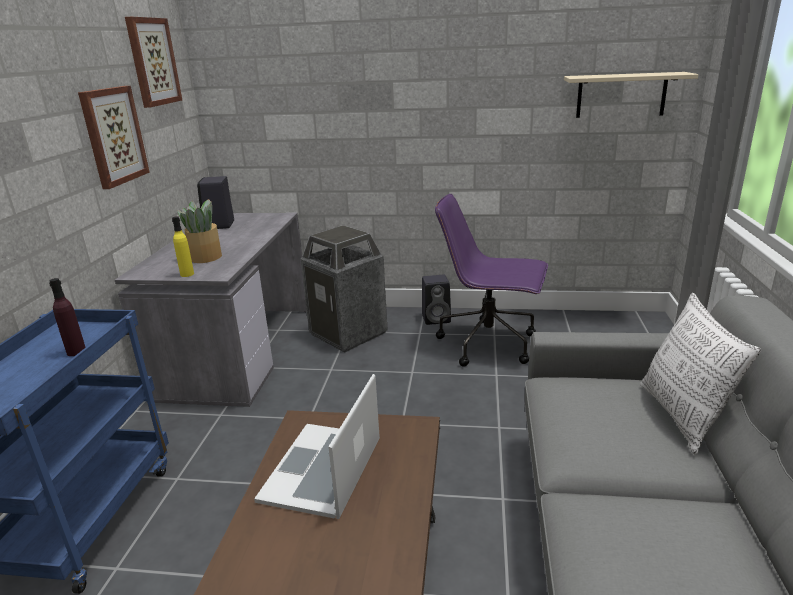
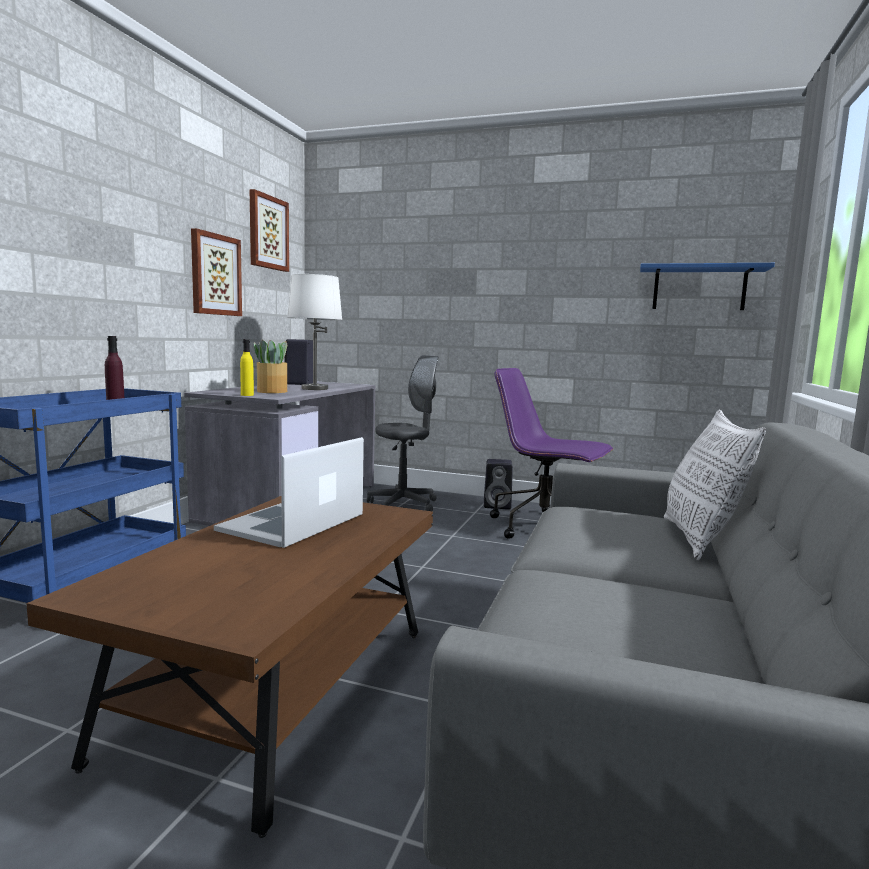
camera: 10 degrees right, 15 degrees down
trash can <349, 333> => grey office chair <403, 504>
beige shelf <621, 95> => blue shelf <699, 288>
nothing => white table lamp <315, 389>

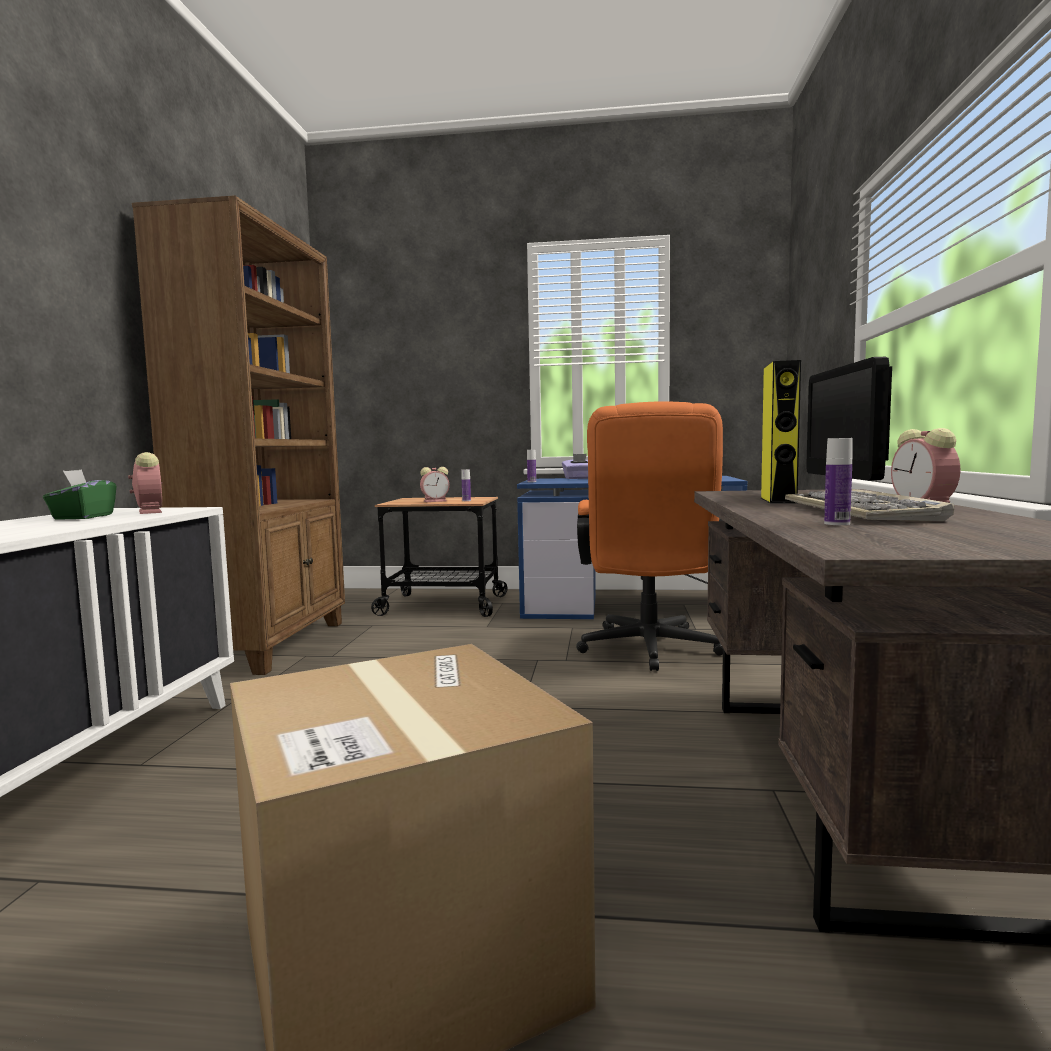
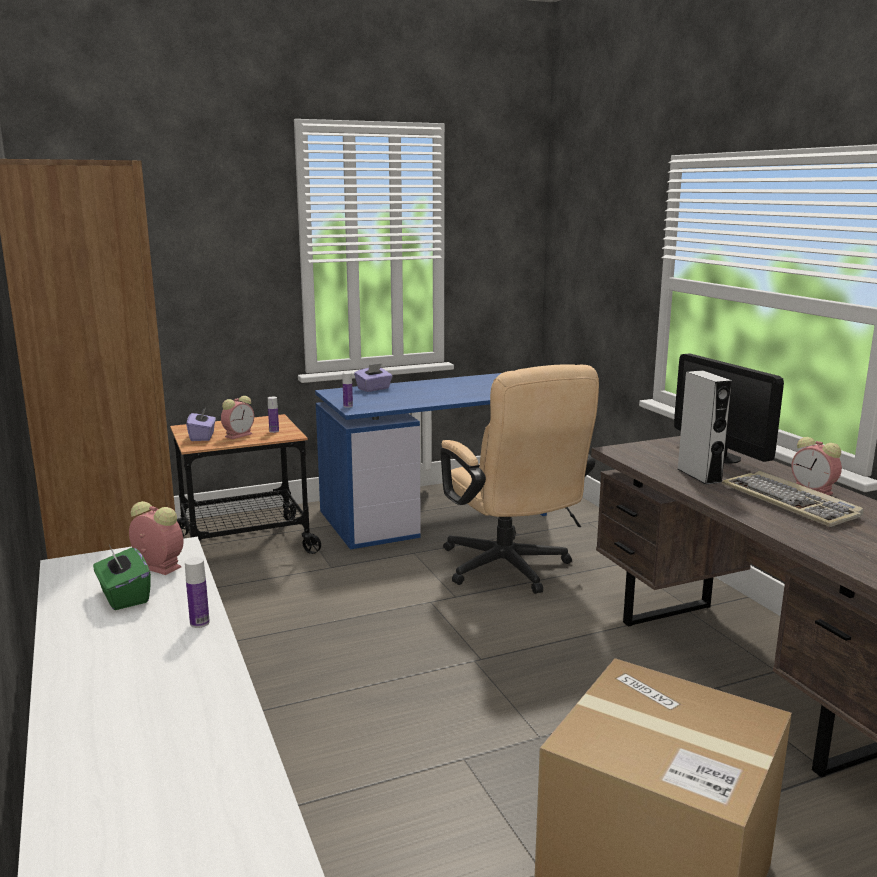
camera: 30 degrees left, 10 degrees up
orange office chair <649, 651> => beige office chair <510, 570>
yellow speaker <778, 500> => grey speaker <699, 475>
bottle <837, 524> => bottle <199, 623>, move
nothing => purple tissue box <202, 437>

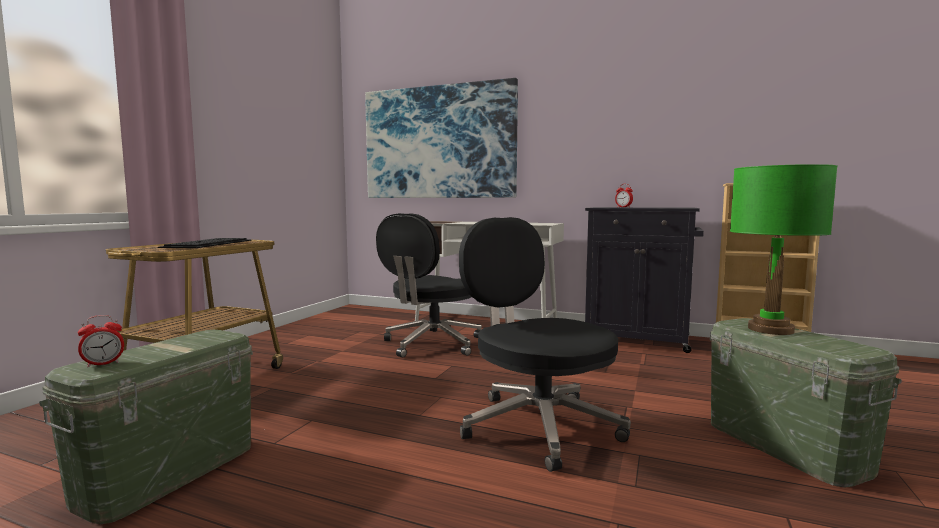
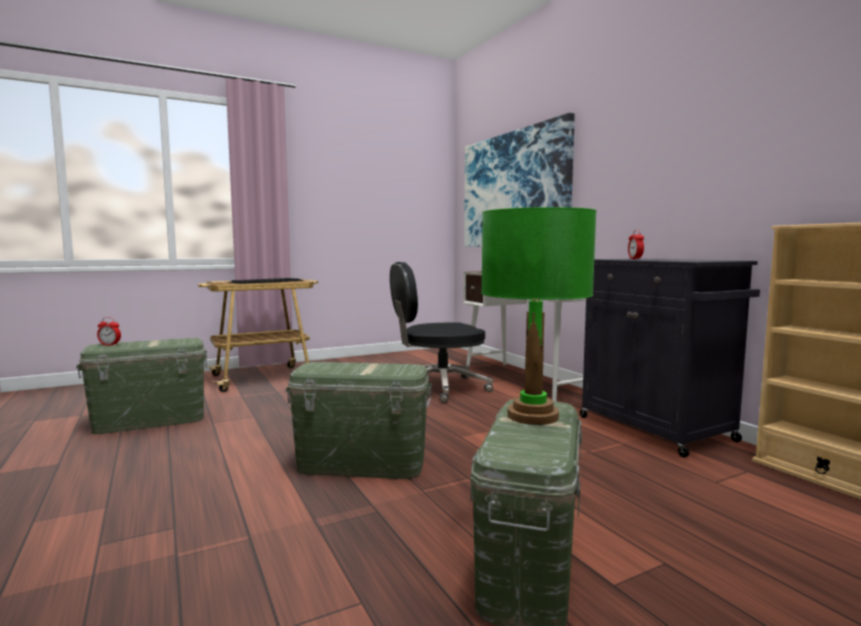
camera: 40 degrees right, 0 degrees up
black office chair <537, 425> => green storage box <362, 464>

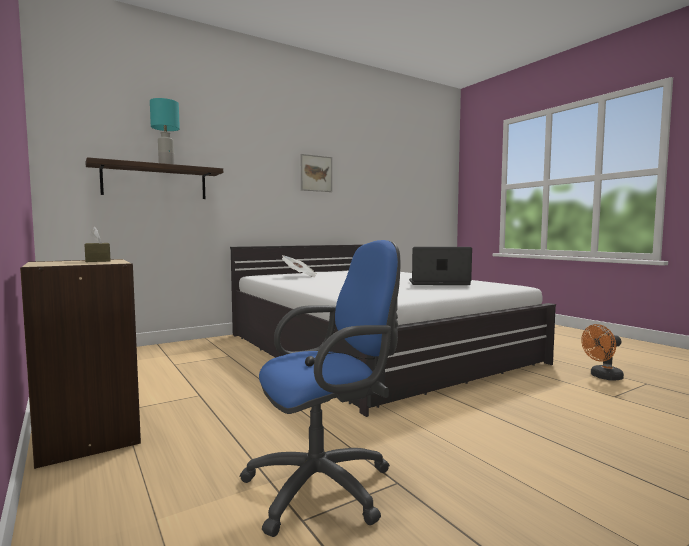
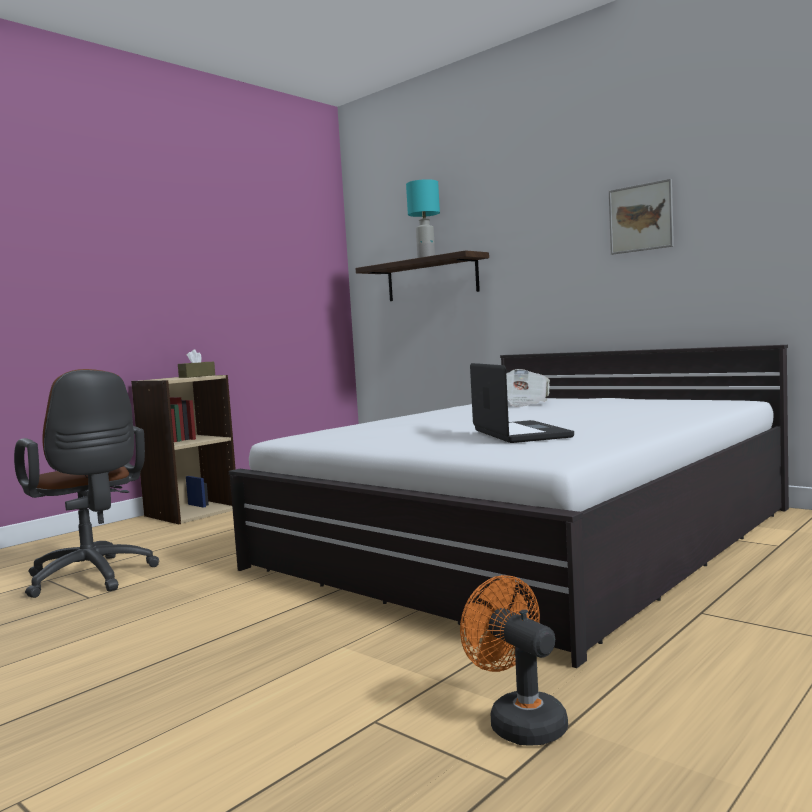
camera: 75 degrees right, 0 degrees up
blue office chair <327, 486> => brown office chair <92, 578>

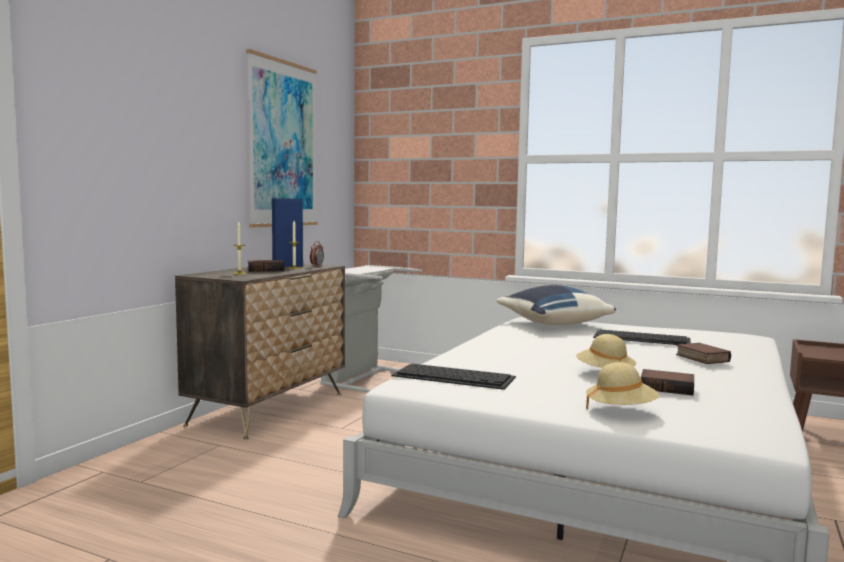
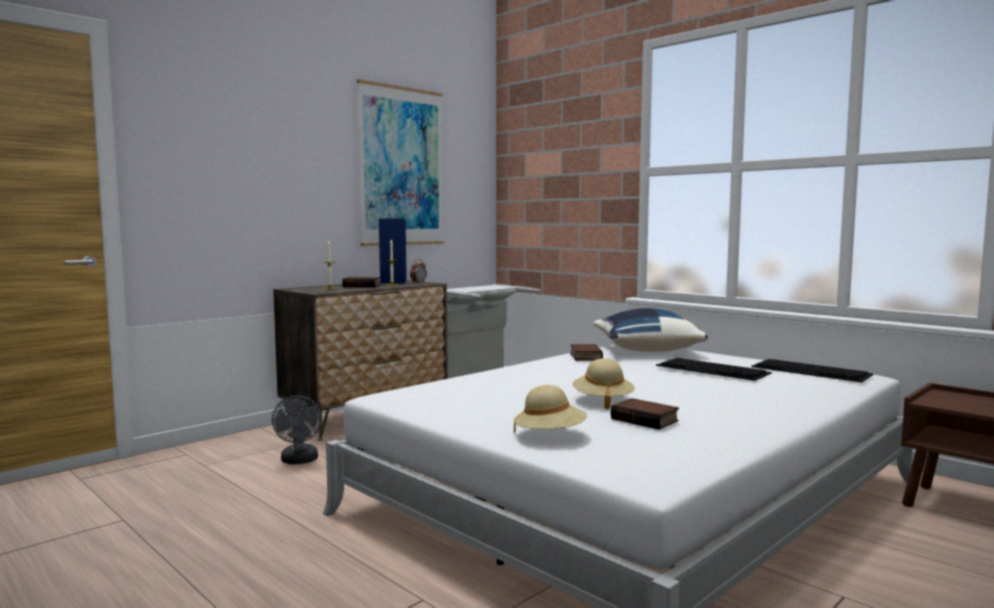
camera: 20 degrees right, 0 degrees up
keyboard <455, 376> => keyboard <812, 370>, move
book <700, 358> => book <584, 356>, move
nothing => grey fan <299, 461>

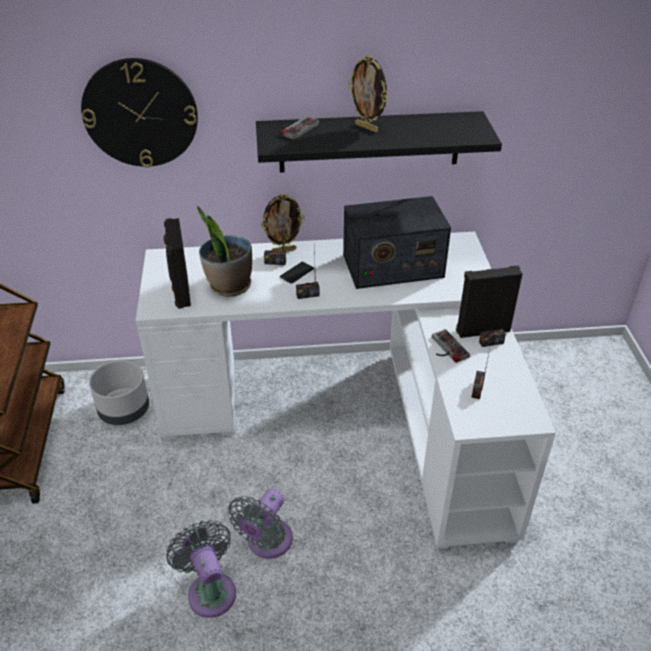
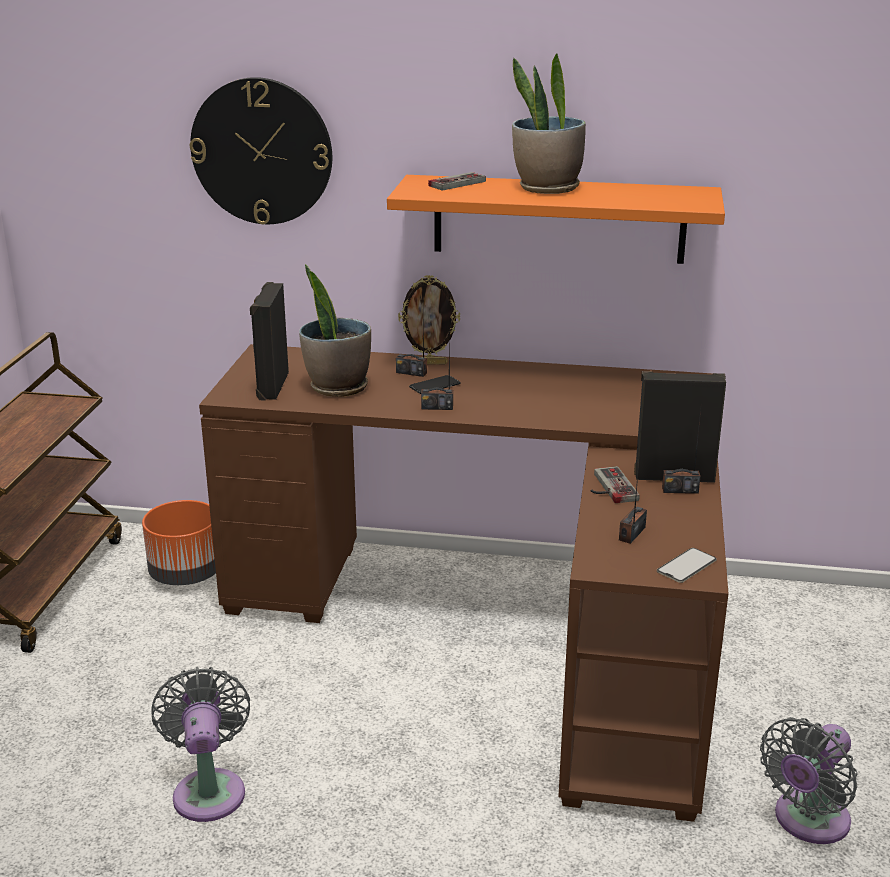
camera: 15 degrees right, 15 degrees down
grey planter <124, 411> => orange planter <185, 575>
white desk <353, 415> => brown desk <503, 628>
grey fan <267, 543> => grey fan <807, 822>, move
black shelf <369, 142> => orange shelf <558, 219>
radio <392, 266> => nothing
picture frame <367, 128> => potted plant <547, 188>
nothing => phone <686, 565>

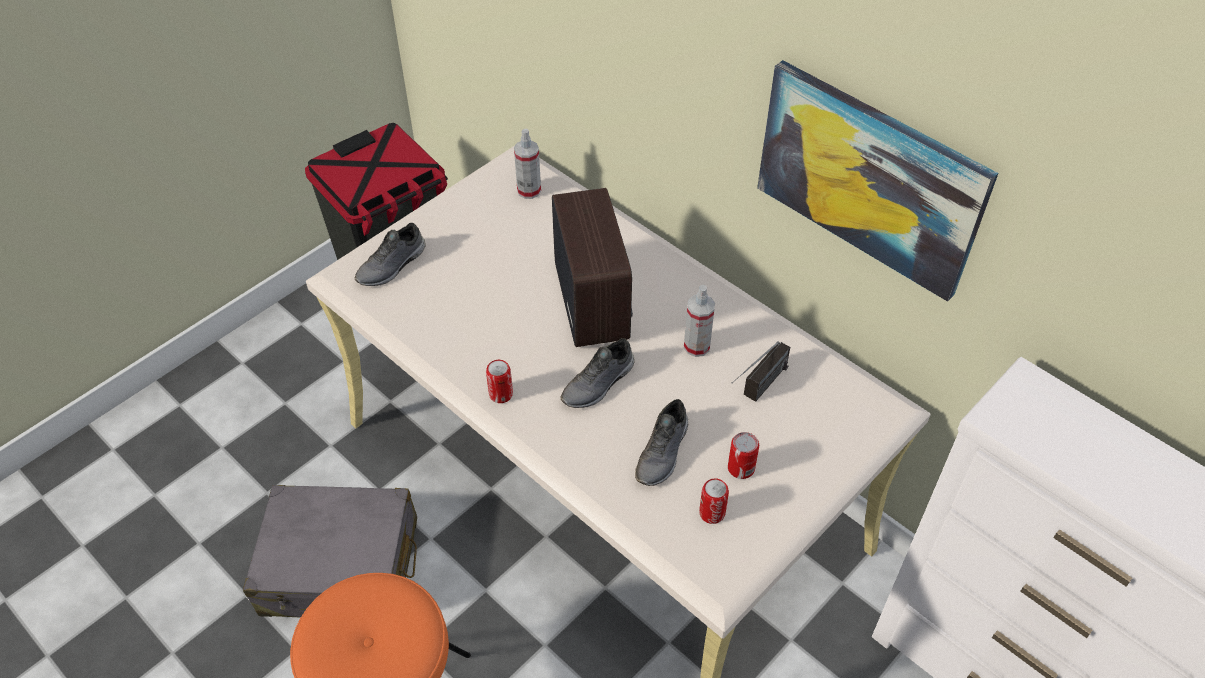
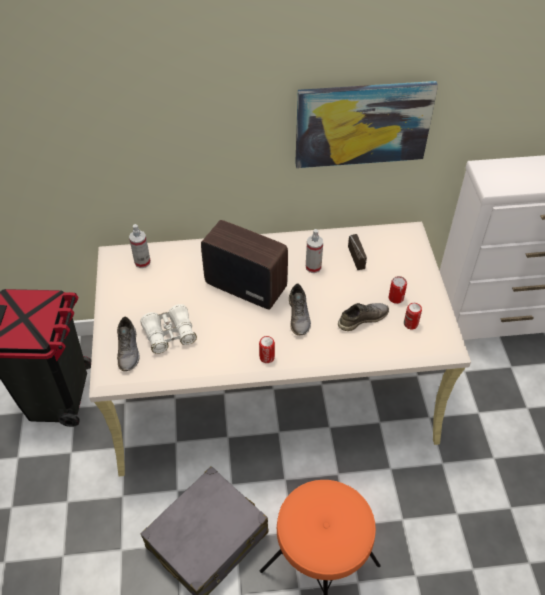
camera: 50 degrees left, 0 degrees up
grey shoe <663, 452> => grey shoe <362, 319>, 90 degrees counterclockwise
nothing => white binoculars <169, 334>

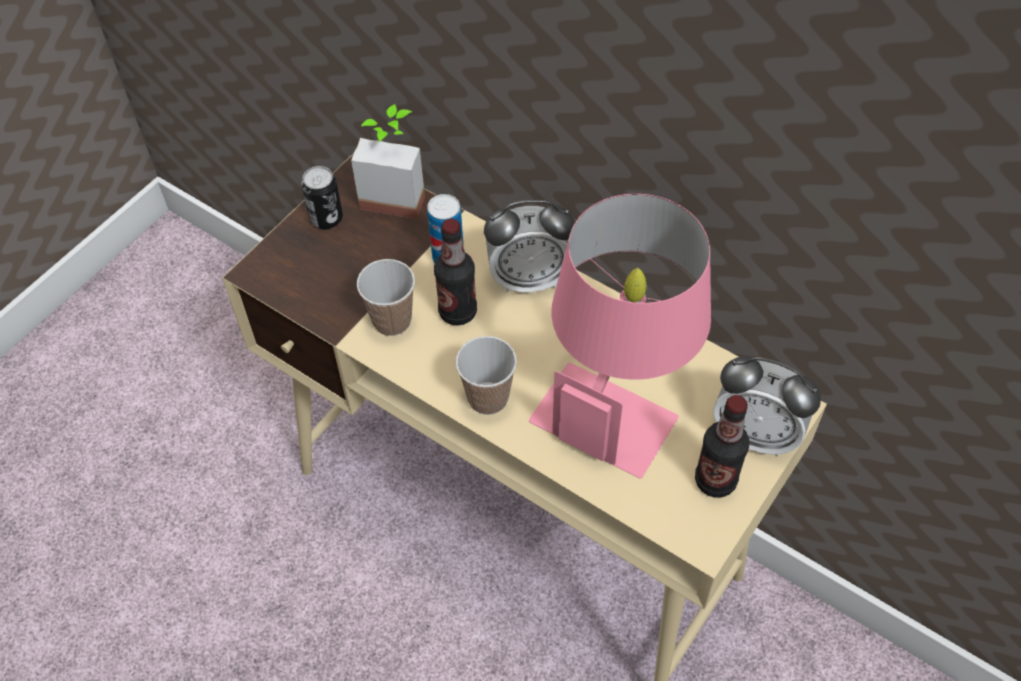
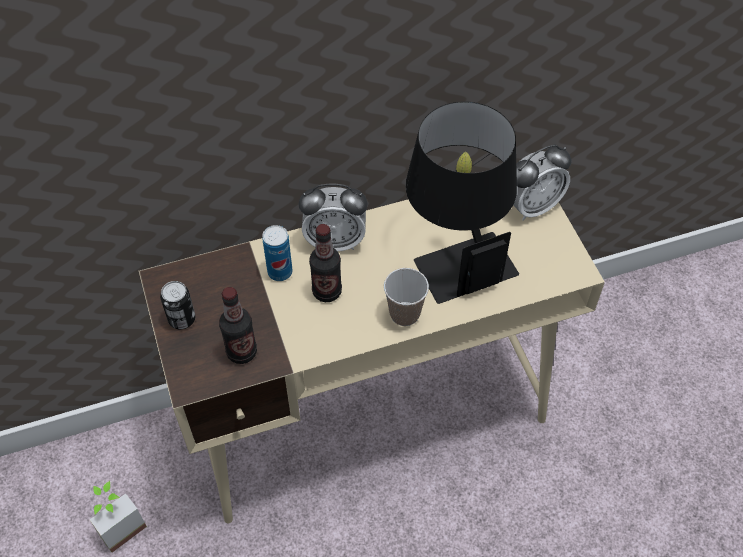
camera: 55 degrees left, 0 degrees up
potted plant <396, 193> => potted plant <119, 525>, move
cup <392, 321> => nothing
alarm clock <529, 278> => alarm clock <335, 241>, 60 degrees clockwise
pink table lamp <616, 397> => black table lamp <456, 252>
bottle <715, 480> => bottle <242, 352>, move

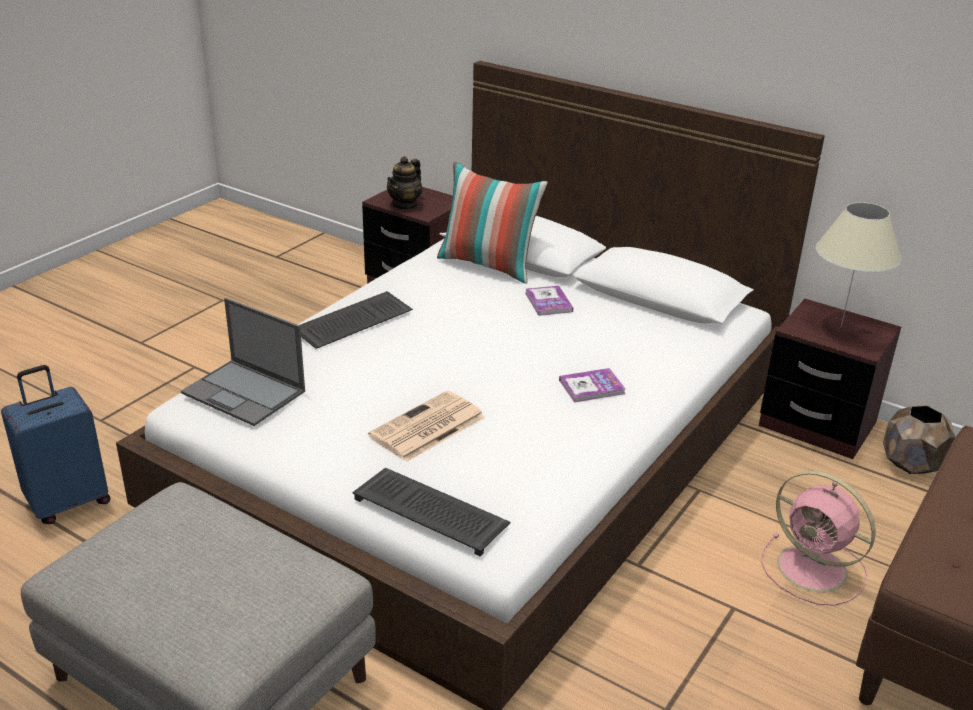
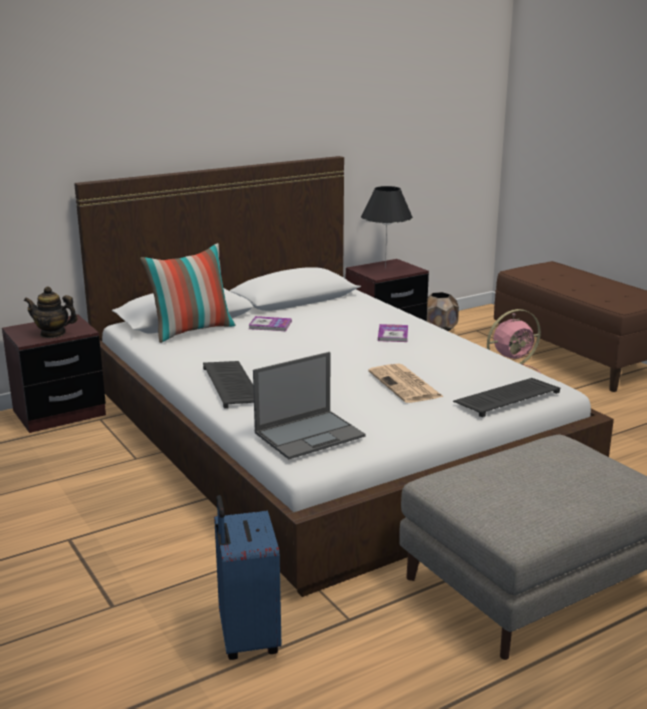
camera: 65 degrees left, 10 degrees down
teapot <405, 205> => teapot <53, 334>, 135 degrees clockwise
beige table lamp <841, 326> => black table lamp <385, 268>

